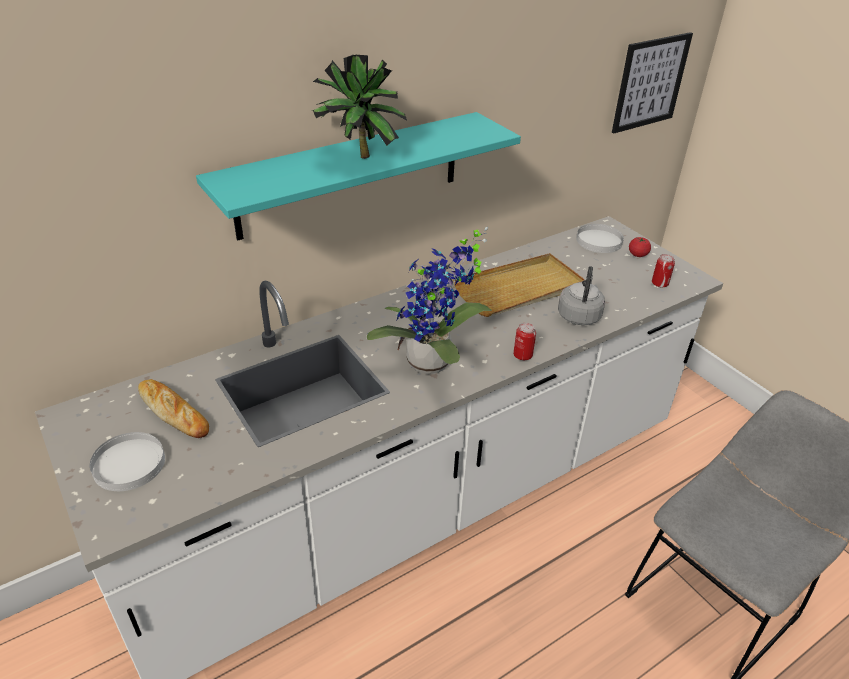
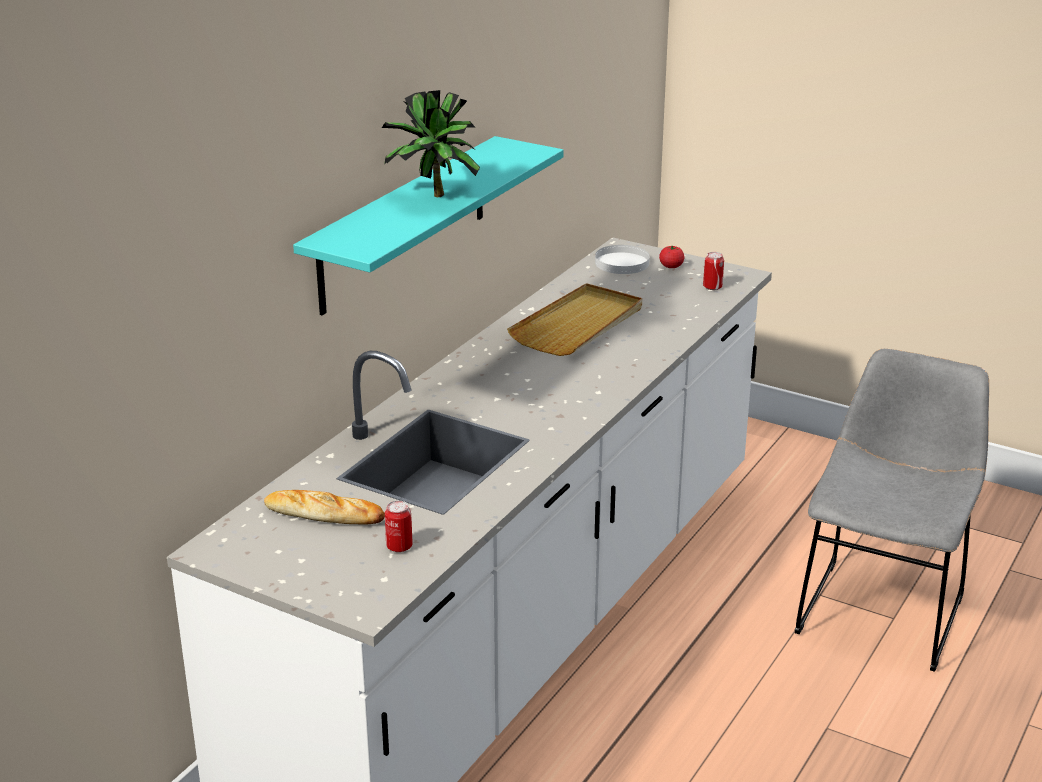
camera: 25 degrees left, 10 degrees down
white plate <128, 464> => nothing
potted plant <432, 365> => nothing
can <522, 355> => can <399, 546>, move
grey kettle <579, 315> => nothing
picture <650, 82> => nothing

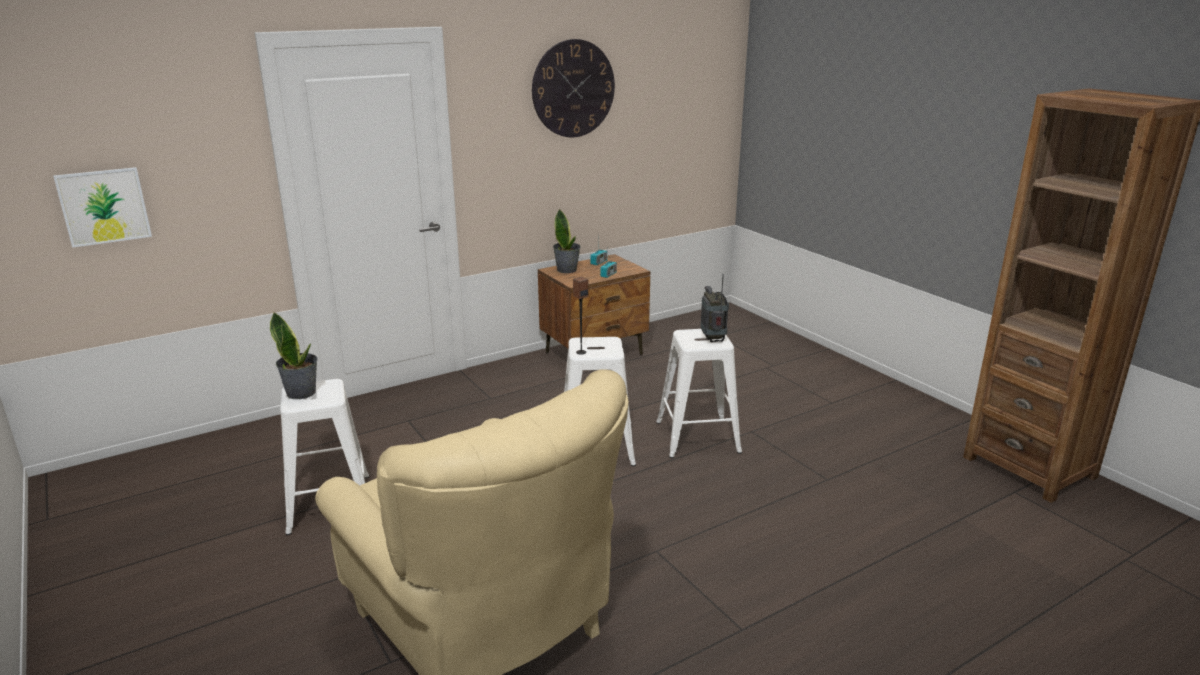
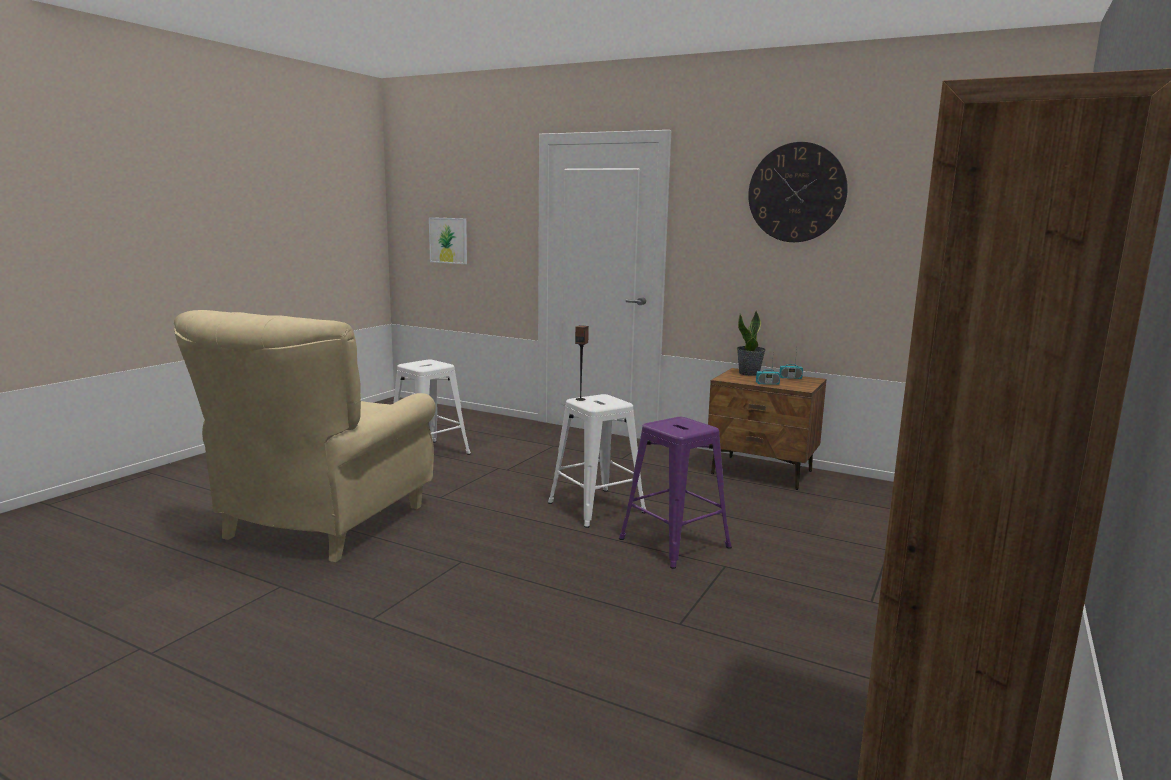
camera: 60 degrees right, 10 degrees down
potted plant <301, 392> => nothing
white stool <698, 436> => purple stool <676, 543>
radio <713, 339> => nothing

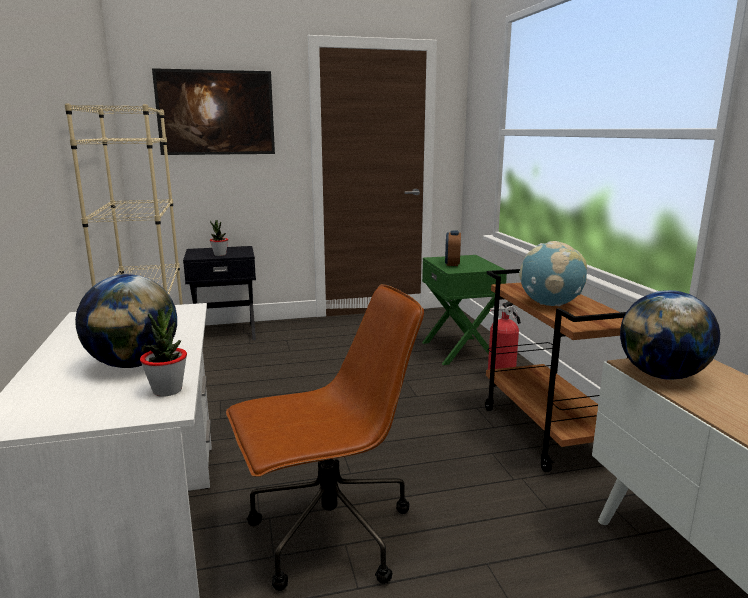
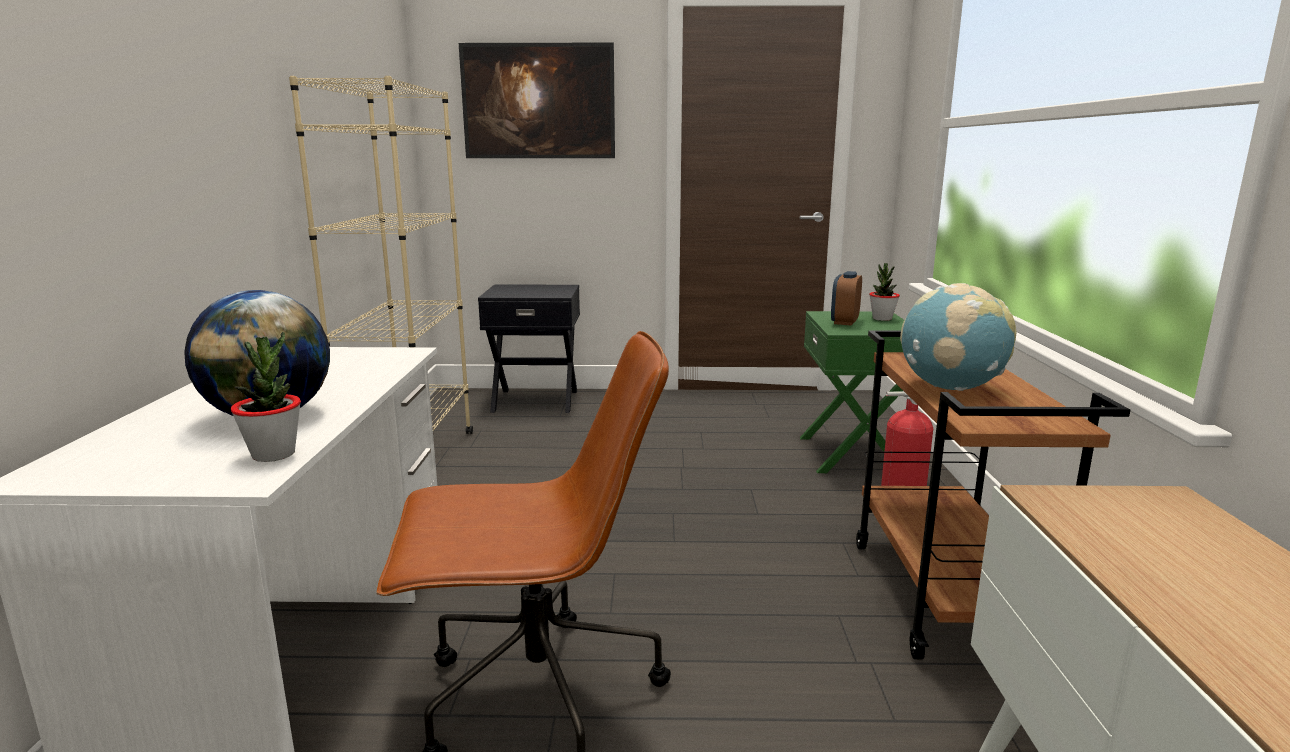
camera: 15 degrees right, 0 degrees up
potted plant <220, 255> => potted plant <882, 319>, move
globe <662, 375> => nothing

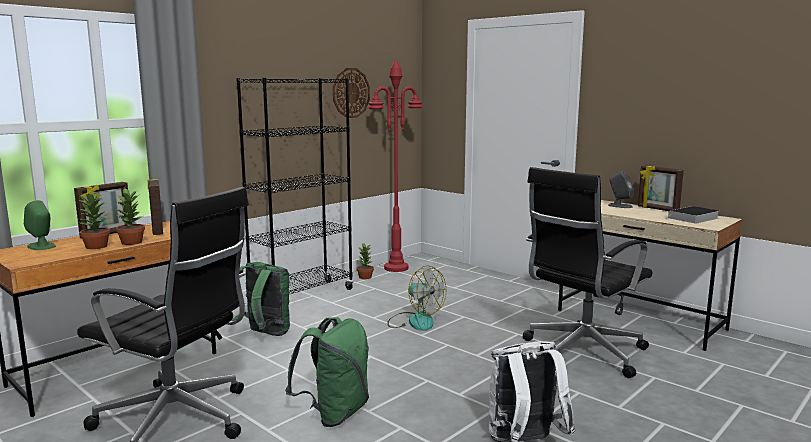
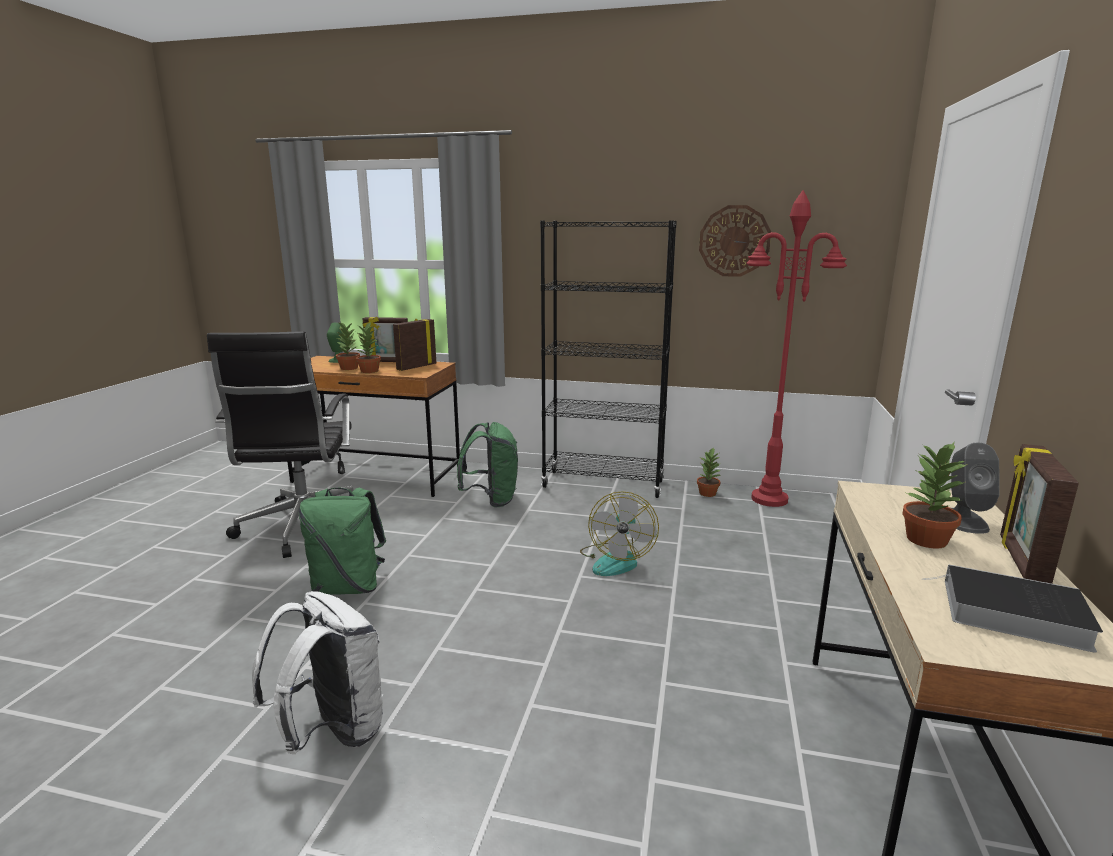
camera: 60 degrees right, 5 degrees up
black office chair <581, 353> => nothing
nothing => potted plant <925, 540>

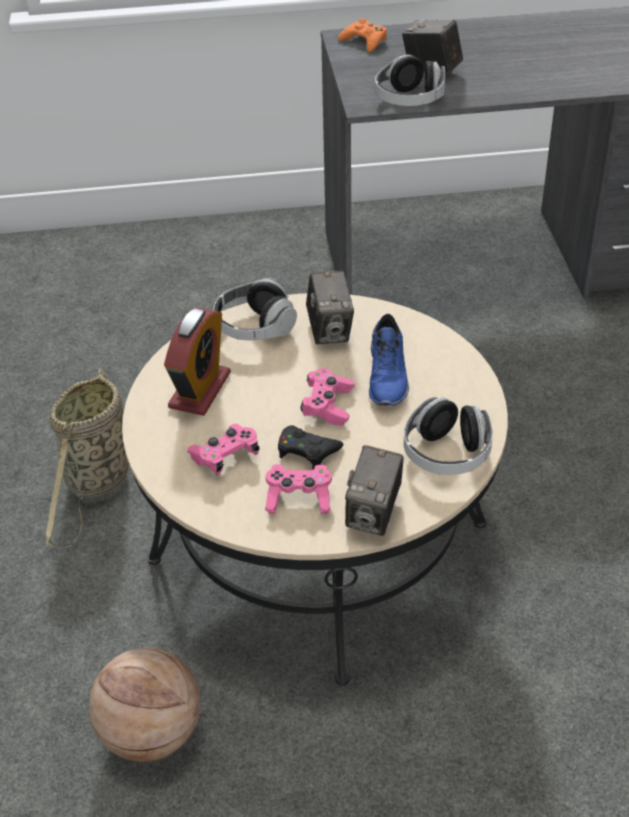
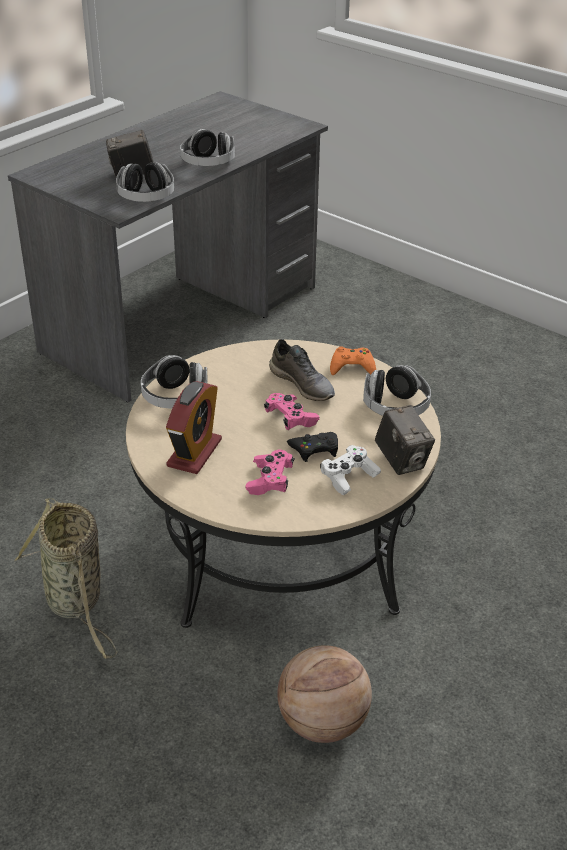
camera: 45 degrees left, 5 degrees down
alarm clock <200, 390> => alarm clock <194, 453>, 45 degrees clockwise
pink game controller <299, 498> => white game controller <348, 477>
photo camera <330, 330> => nothing
orange game controller <364, 41> => orange game controller <352, 366>, move
blue shoe <388, 376> => grey shoe <303, 384>
nothing => headphones <208, 164>

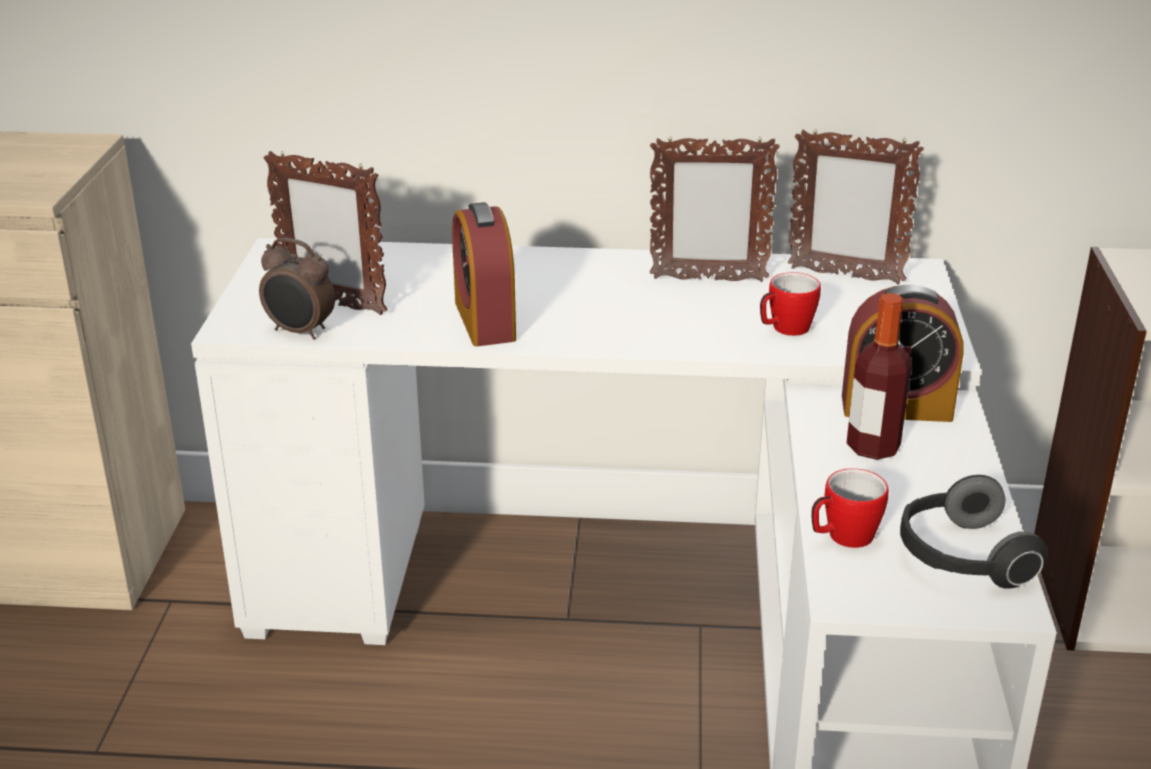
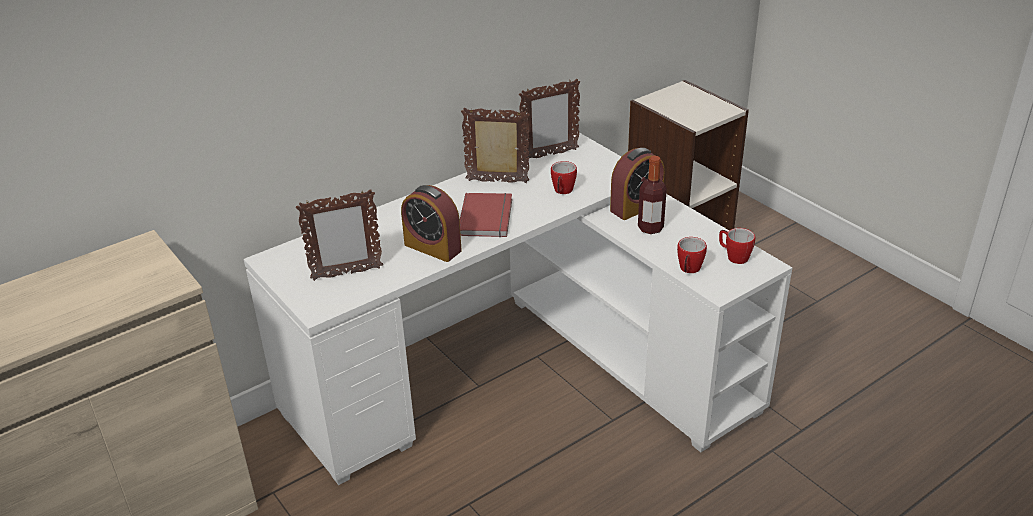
camera: 40 degrees left, 5 degrees up
alarm clock <300, 332> => nothing
picture frame <707, 279> => picture frame <497, 182>, 135 degrees counterclockwise
headphones <960, 558> => mug <733, 256>
nothing => red book <488, 217>

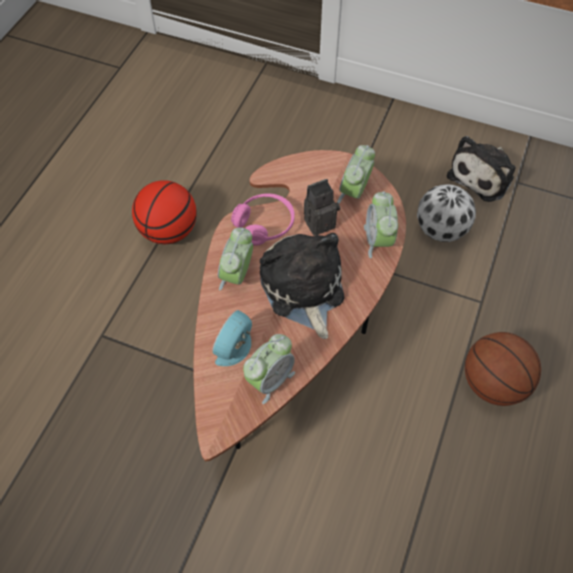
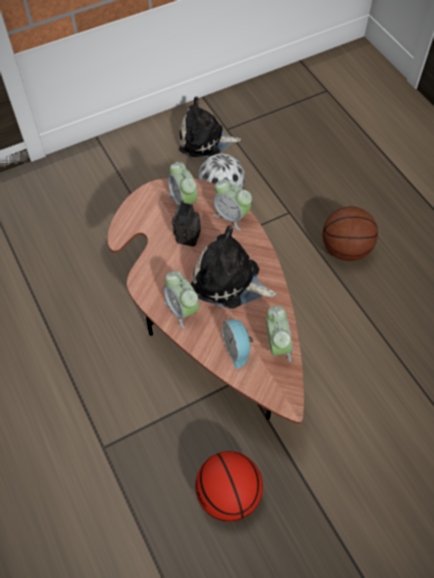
camera: 50 degrees left, 0 degrees up
basketball <169, 231> => basketball <228, 494>, move
pink headphones <264, 224> => nothing
plush toy <483, 175> => plush toy <205, 140>, 105 degrees clockwise

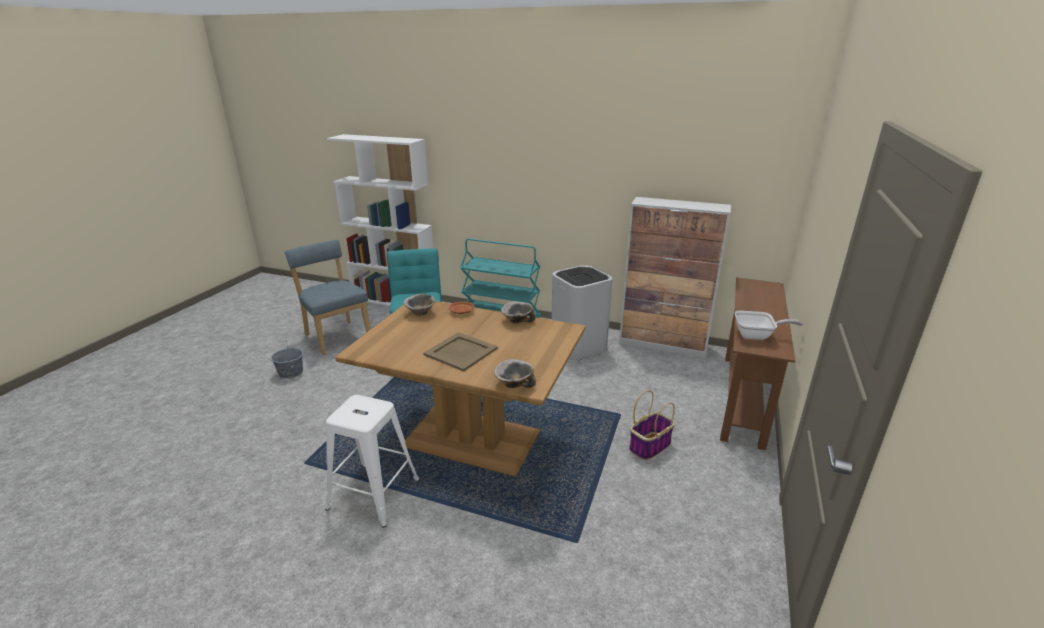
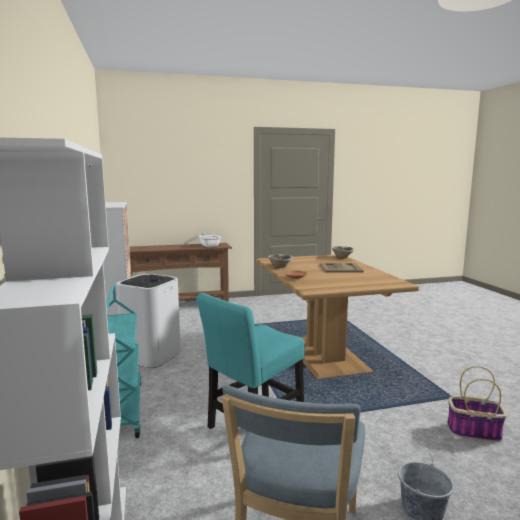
camera: 125 degrees left, 15 degrees down
white stool <372, 494> => nothing
bowl <421, 313> => nothing
basket <650, 446> => basket <473, 432>, move

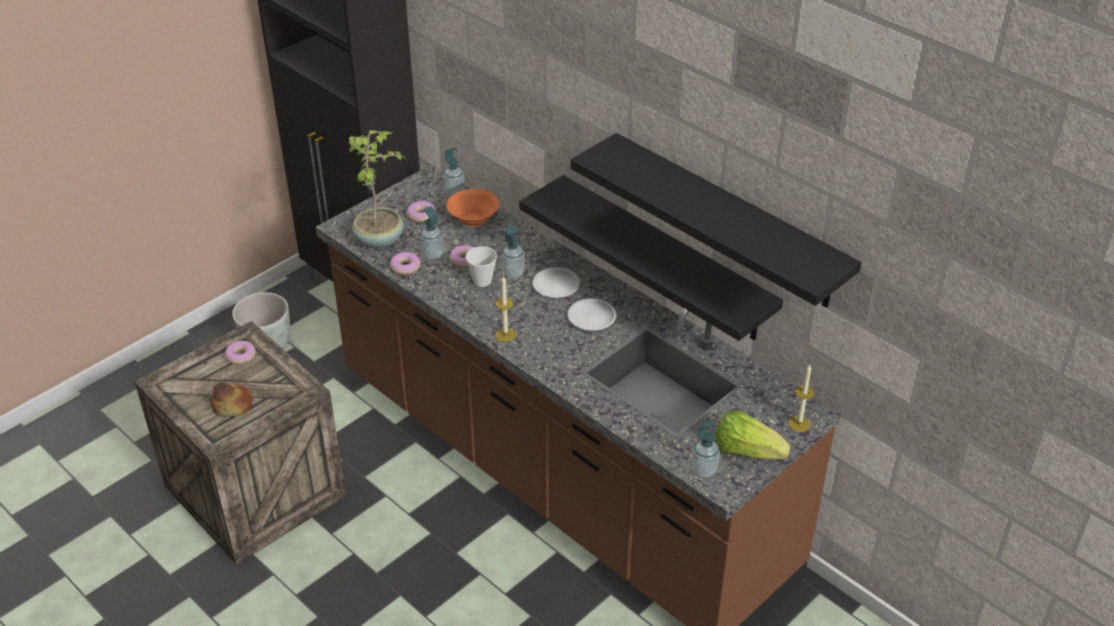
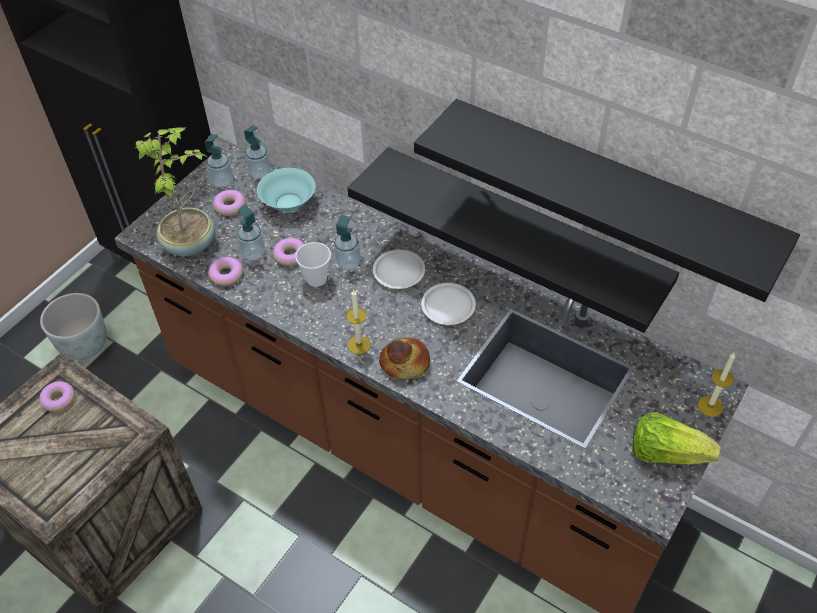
camera: 10 degrees left, 10 degrees up
bread <232, 406> => bread <405, 364>, move
orange bowl <473, 220> => turquoise bowl <288, 203>
soap dispenser <704, 470> => soap dispenser <222, 182>, move

